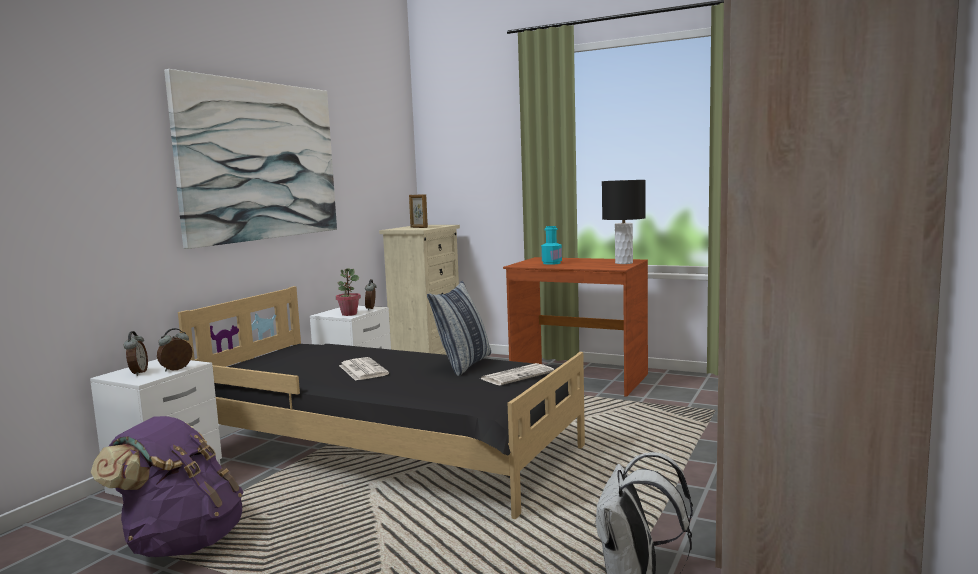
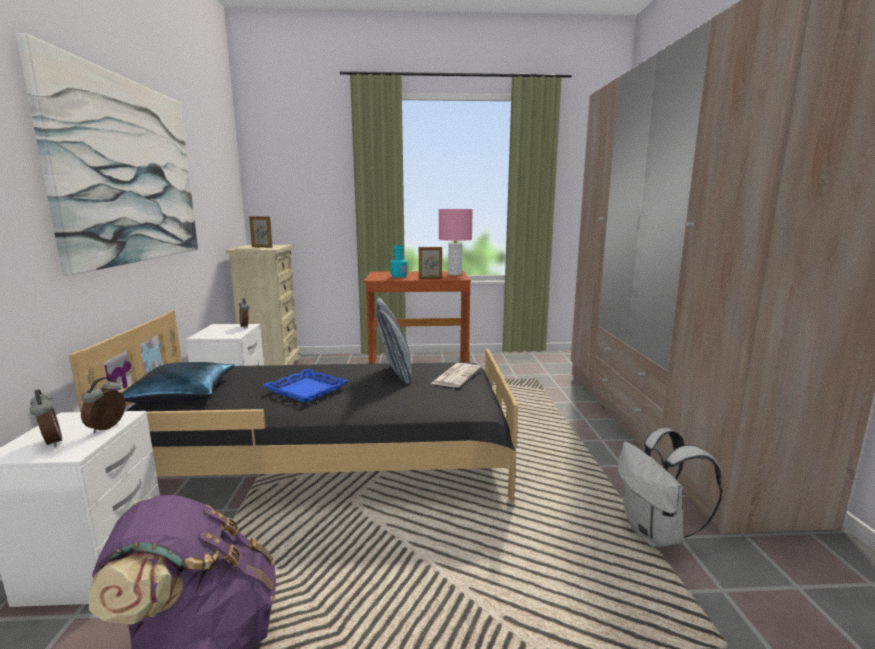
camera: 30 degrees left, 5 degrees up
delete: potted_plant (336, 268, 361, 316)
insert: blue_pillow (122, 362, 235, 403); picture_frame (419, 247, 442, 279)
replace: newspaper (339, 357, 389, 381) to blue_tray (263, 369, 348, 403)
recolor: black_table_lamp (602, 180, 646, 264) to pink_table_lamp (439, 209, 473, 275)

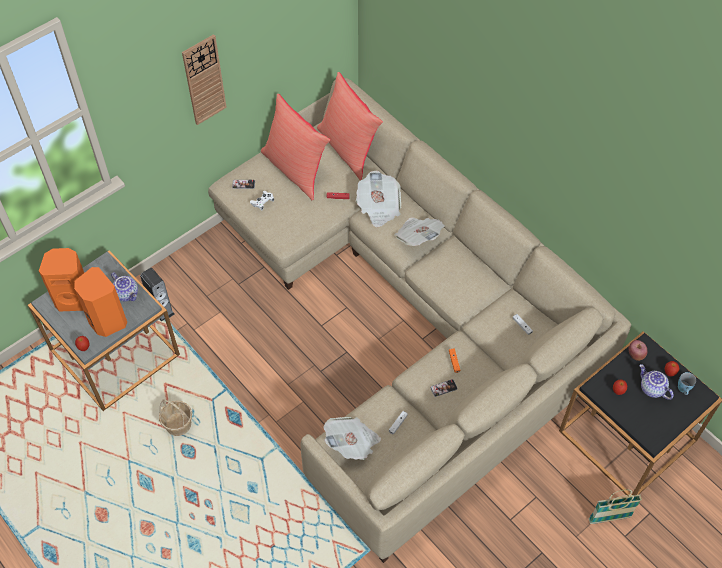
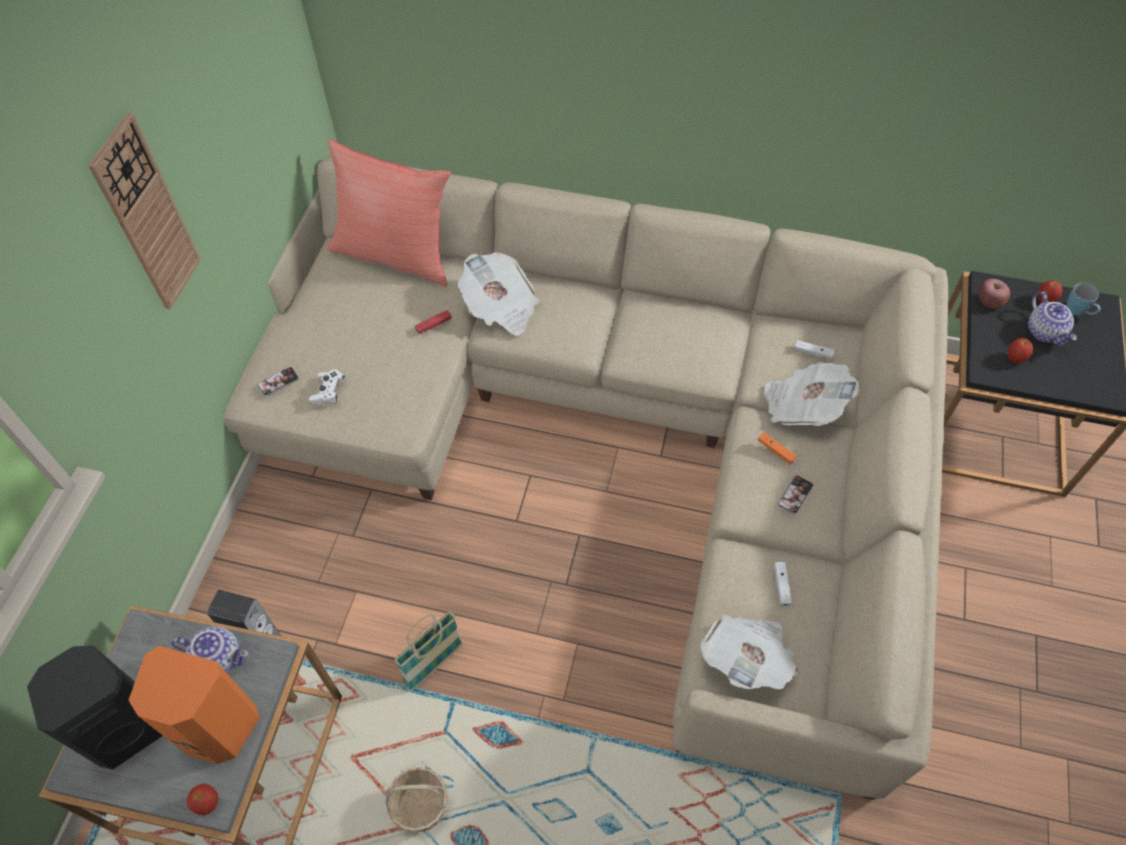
camera: 35 degrees left, 0 degrees up
delete: red_pillow (261, 93, 330, 200)
move: newspaper (394, 217, 445, 246) to (764, 362, 859, 426); basket (588, 490, 642, 524) to (394, 611, 463, 692)
recolor: orange_speaker (39, 248, 84, 312) to black_speaker (27, 645, 163, 769)
rotate: teapot (640, 364, 674, 400) = (1028, 291, 1077, 346) 120 degrees counterclockwise

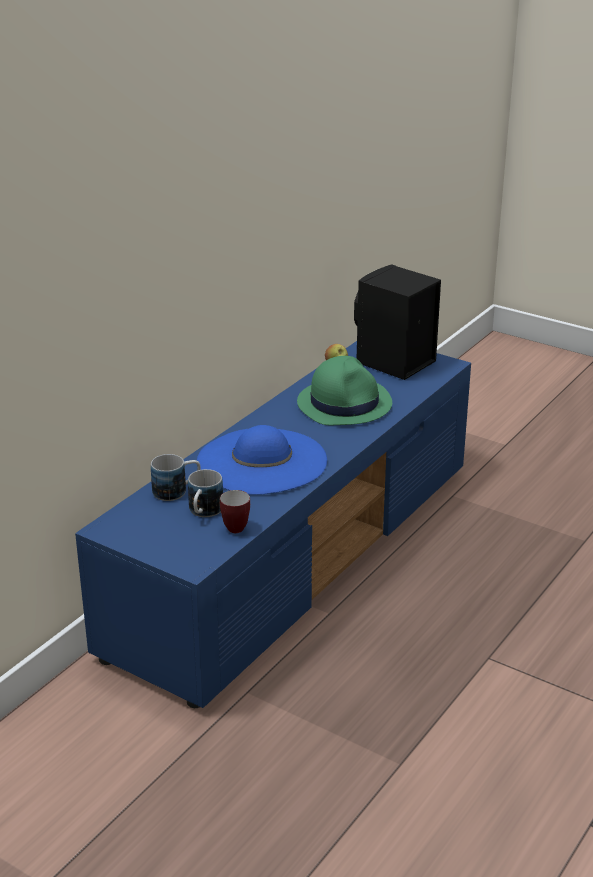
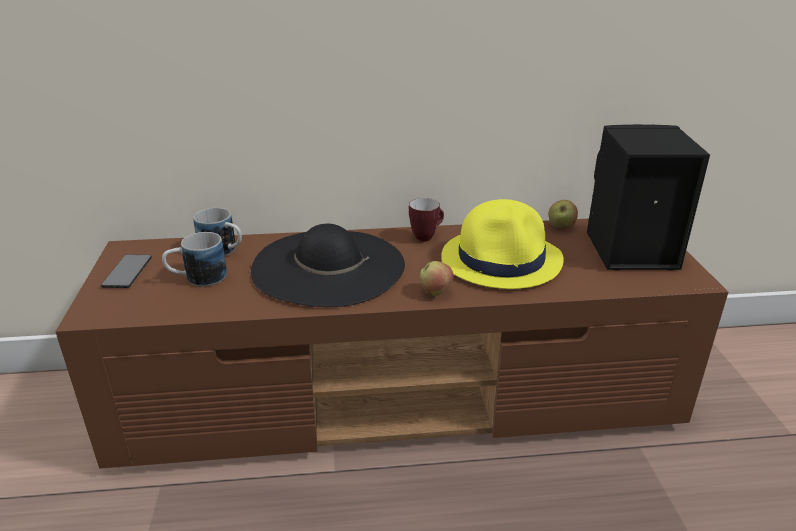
camera: 50 degrees right, 0 degrees up
insert: phone (101, 254, 152, 288); apple (420, 261, 454, 296)
move: mug (220, 490, 250, 533) to (409, 198, 444, 242)
recolor: blue_tv_stand (75, 341, 471, 708) to brown_tv_stand (55, 219, 728, 469); blue_hat (197, 425, 327, 495) to black_hat (251, 223, 405, 307); green_hat (297, 356, 392, 425) to yellow_hat (441, 199, 564, 289)

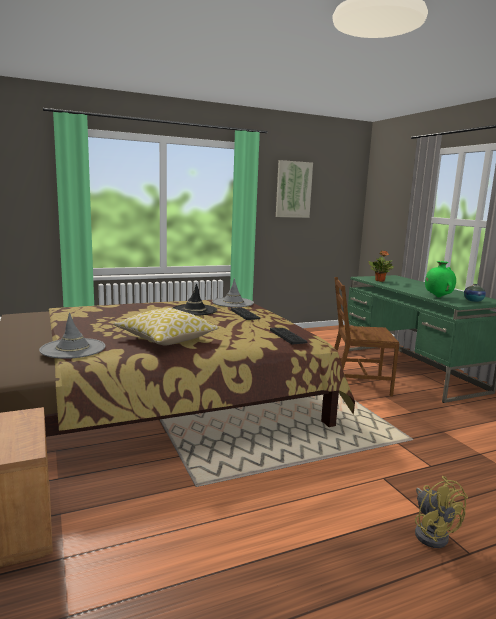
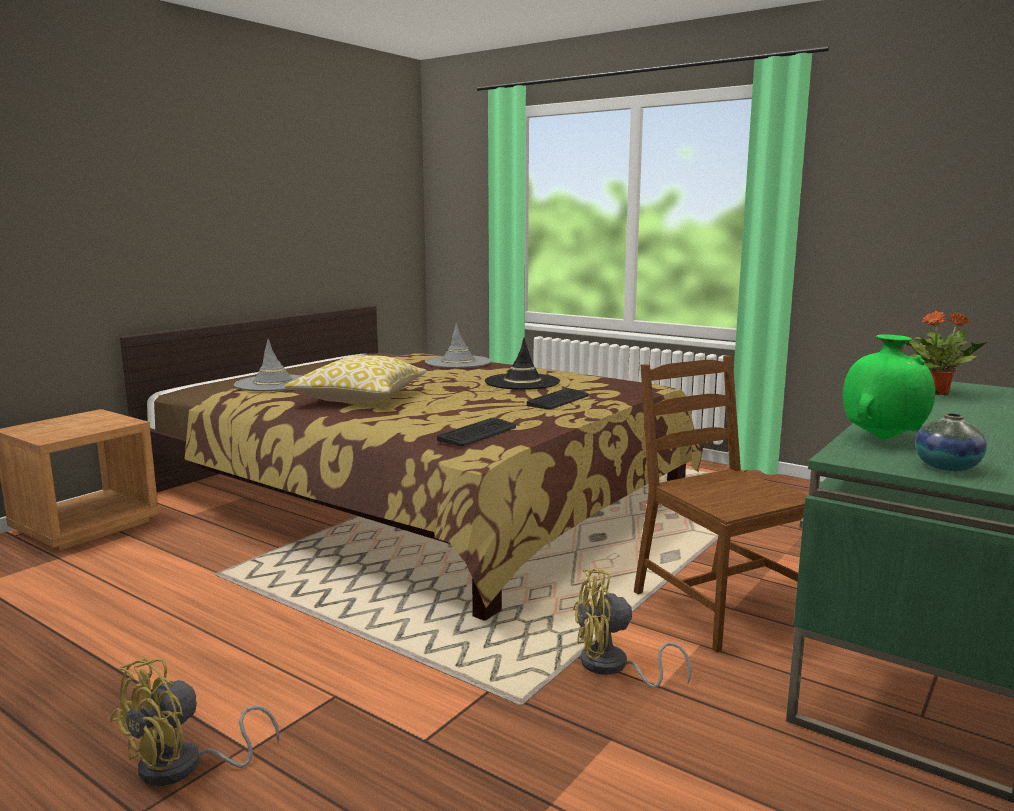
camera: 60 degrees right, 0 degrees up
delete: picture (276, 160, 313, 218)
insert: yellow_fan (573, 569, 692, 688)
move: grey_hat (212, 278, 254, 307) to (425, 323, 491, 368)

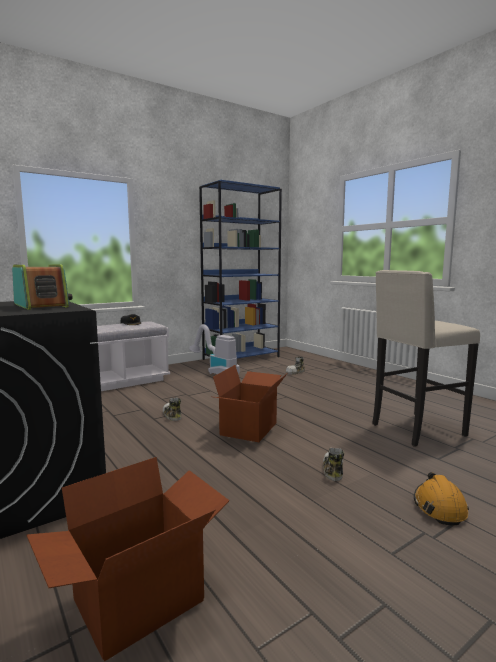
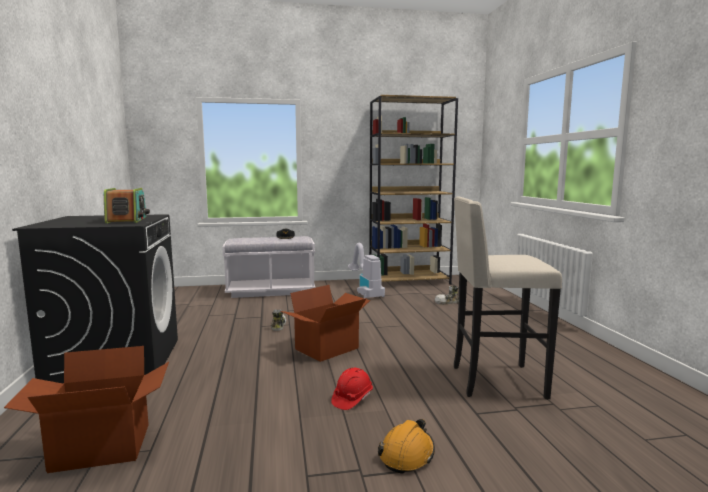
camera: 25 degrees right, 0 degrees up
replace: shoe (323, 448, 344, 481) to red_hard_hat (331, 368, 373, 410)
recolor: blue_bookcase (199, 180, 282, 360) to brown_bookcase (369, 95, 458, 285)

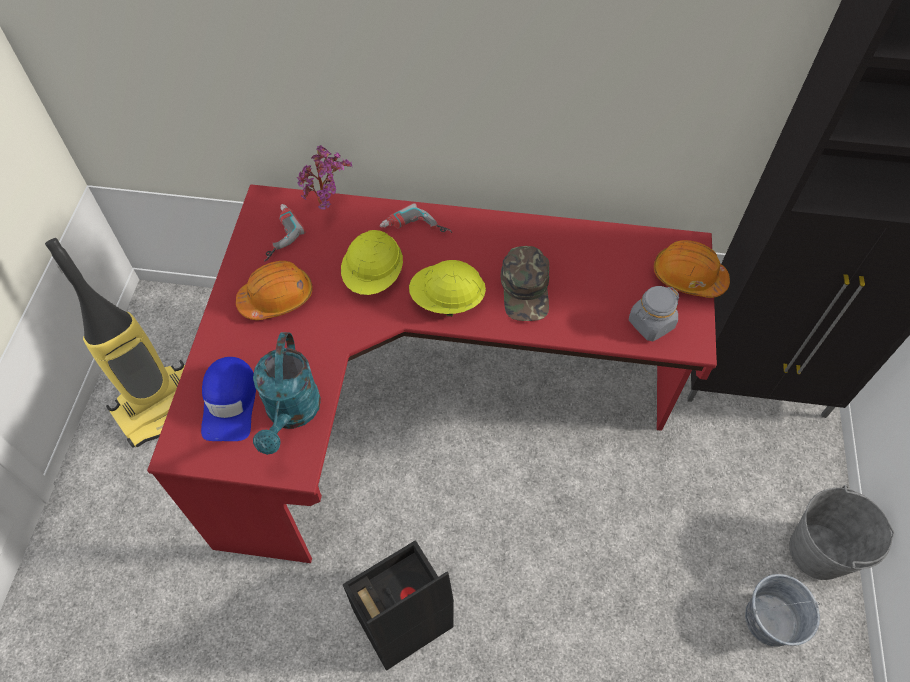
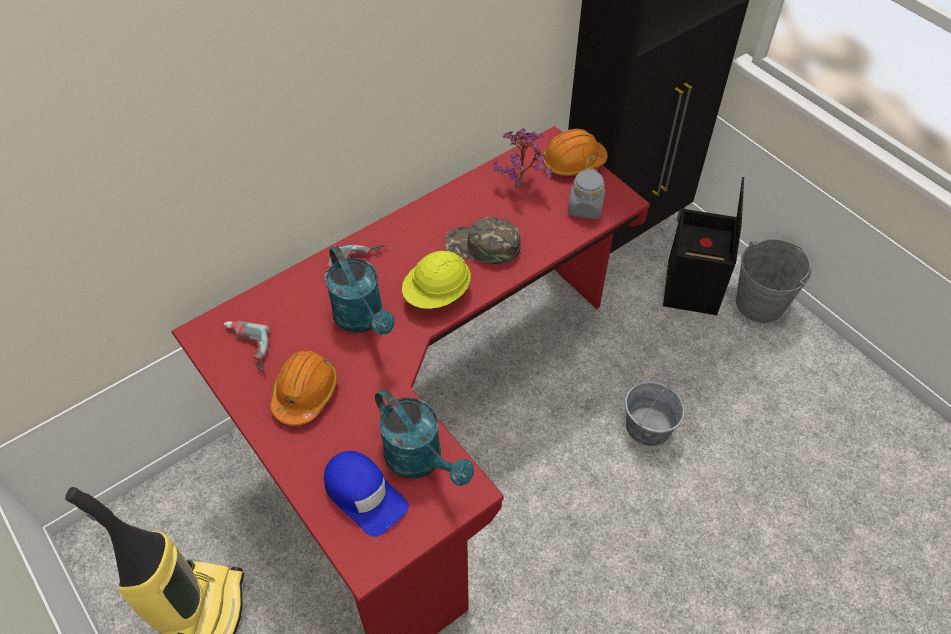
camera: 45 degrees left, 5 degrees down
move: potted_plant (297, 145, 352, 209) to (493, 129, 552, 188); black_storage_box (343, 540, 454, 671) to (663, 177, 744, 315); grey_bucket (745, 574, 820, 647) to (625, 382, 685, 446)
replace: yellow_hard_hat (341, 230, 403, 295) to turquoise_watering_can (326, 246, 395, 335)
rotate: green_cap (501, 246, 549, 321) = (445, 217, 521, 264) 150 degrees clockwise

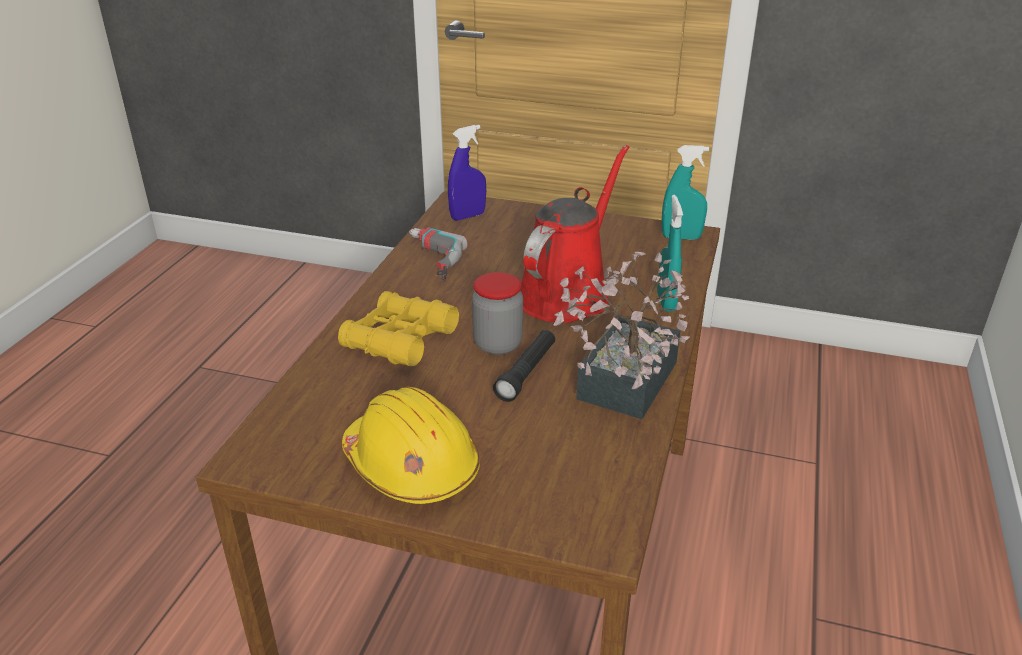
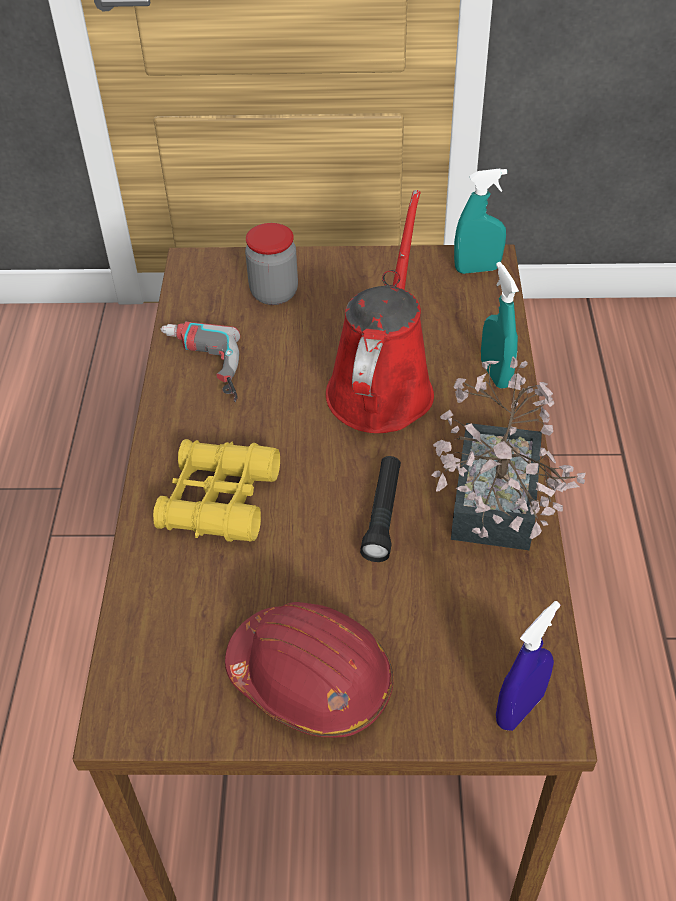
camera: 15 degrees left, 15 degrees up
move: blue_spray_bottle (448, 125, 486, 220) to (496, 601, 560, 731); jar (472, 272, 523, 355) to (245, 223, 298, 305)
recolor: yellow_hard_hat (342, 387, 480, 504) to red_hard_hat (225, 602, 394, 738)

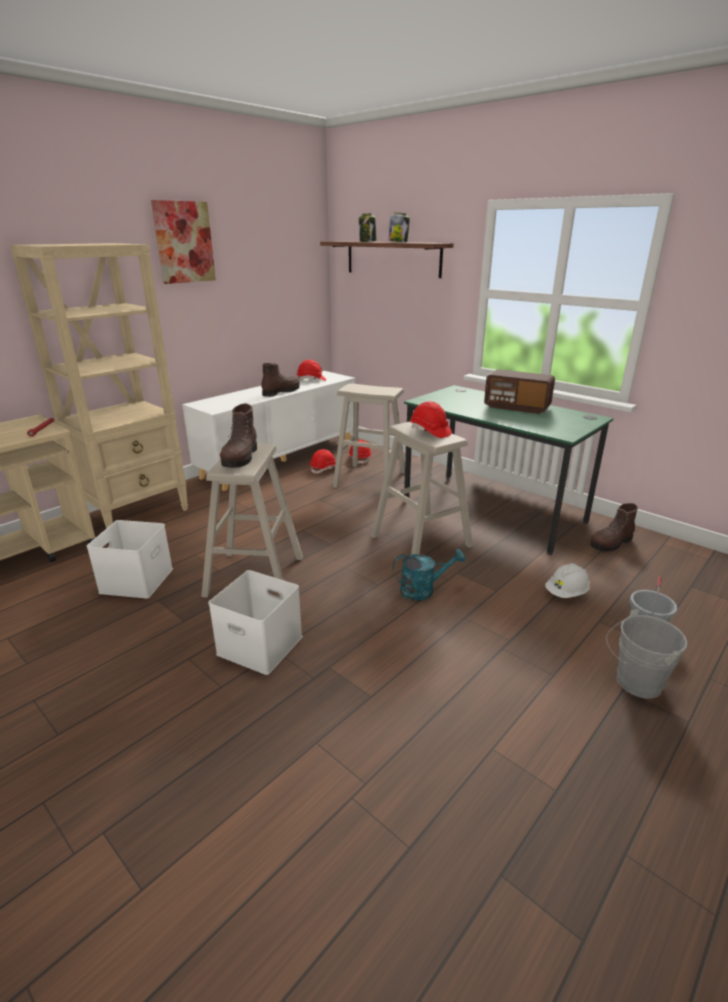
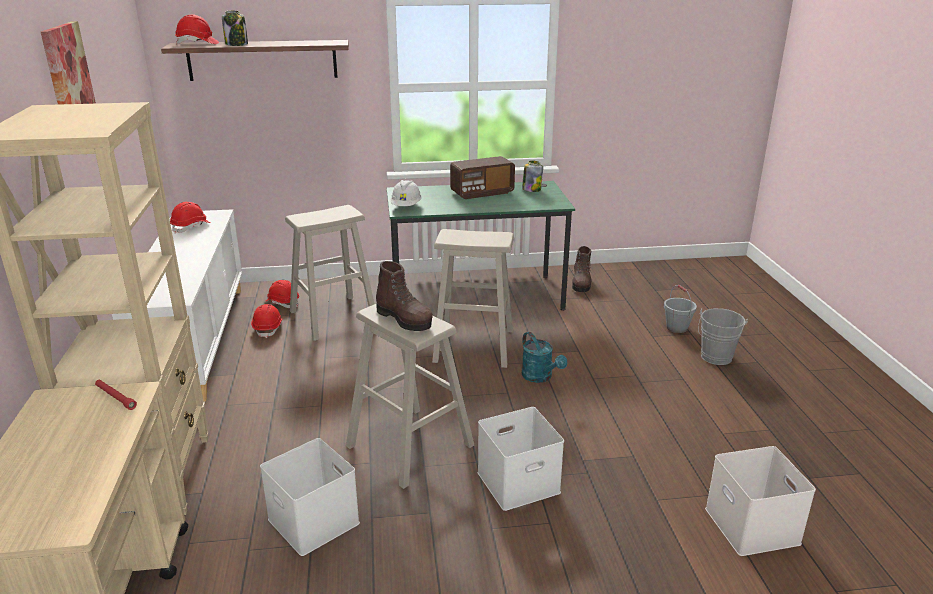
camera: 50 degrees left, 0 degrees up
delete: brown_boot (261, 363, 300, 397)
insert: white_storage_box (705, 446, 816, 556)
move: jar (388, 212, 410, 242) to (522, 161, 543, 192); red_hard_hat (410, 401, 452, 438) to (175, 15, 219, 44); white_hard_hat (545, 563, 590, 598) to (391, 180, 422, 206)
rotate: turquoise_watering_can (392, 549, 465, 601) = (522, 332, 567, 383) 120 degrees clockwise

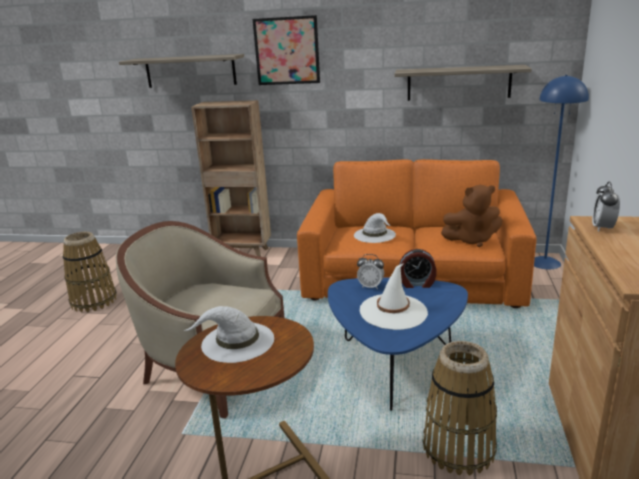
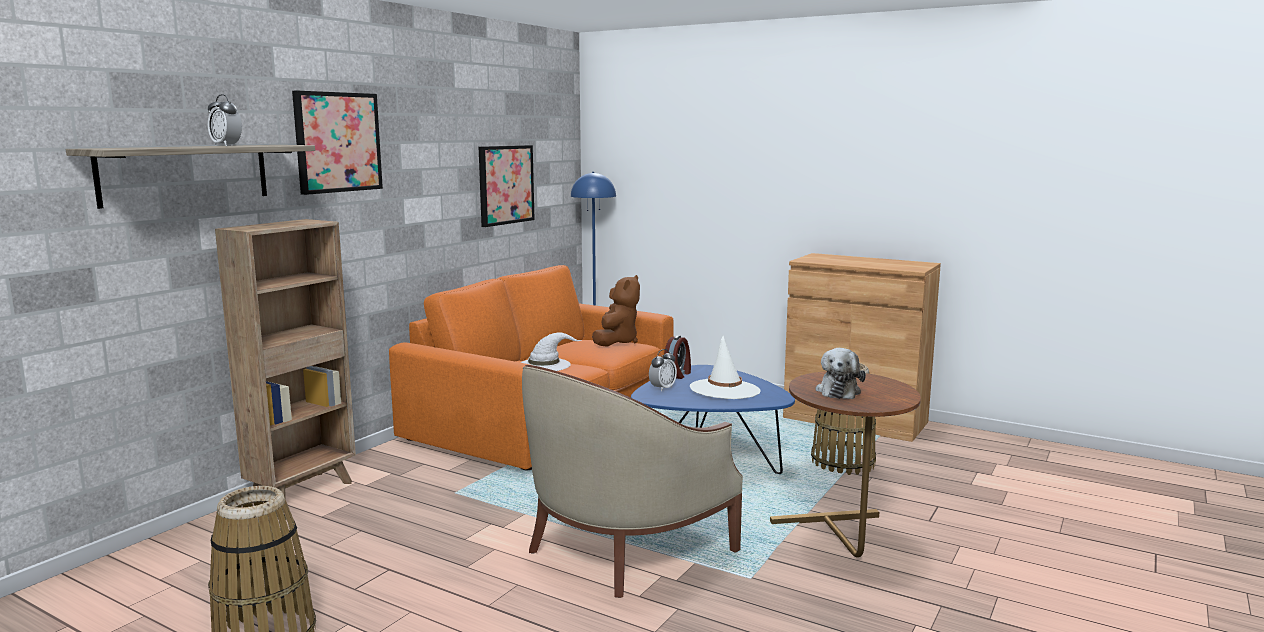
camera: 70 degrees left, 10 degrees down
move: alarm_clock (592, 181, 620, 232) to (208, 94, 242, 146)
replace: white_hat (183, 306, 274, 363) to plush_toy (816, 348, 866, 399); shelf (395, 65, 532, 101) to picture (479, 145, 535, 227)

